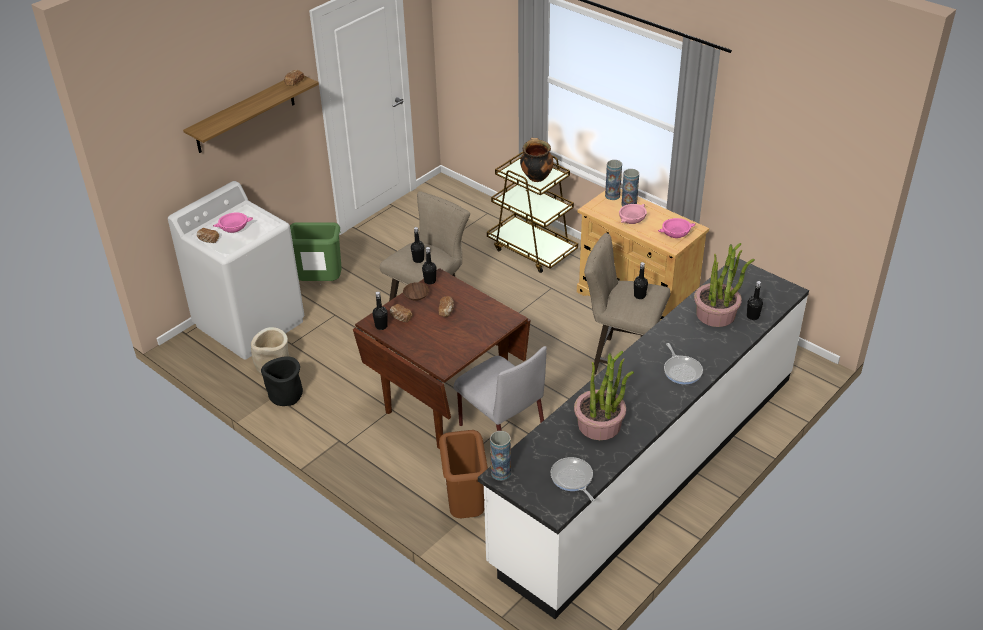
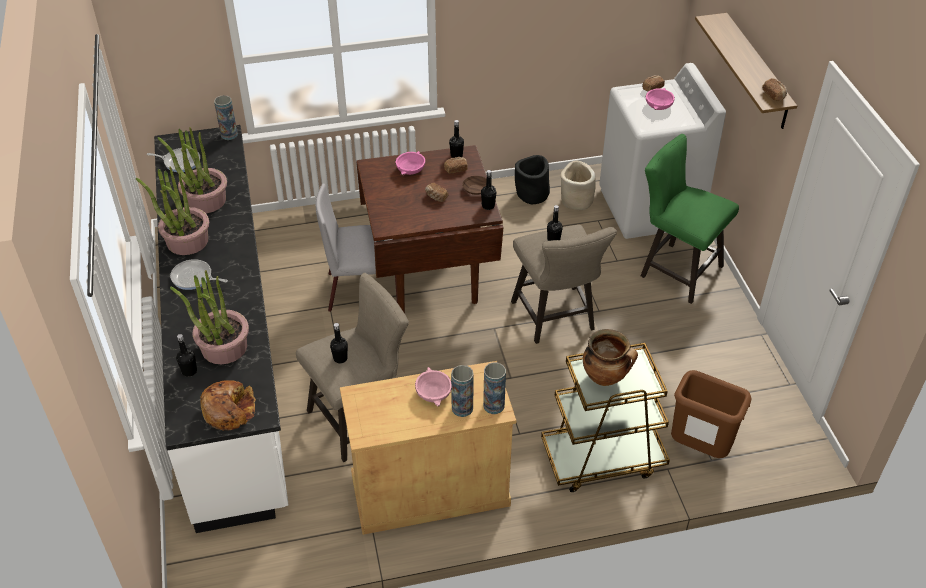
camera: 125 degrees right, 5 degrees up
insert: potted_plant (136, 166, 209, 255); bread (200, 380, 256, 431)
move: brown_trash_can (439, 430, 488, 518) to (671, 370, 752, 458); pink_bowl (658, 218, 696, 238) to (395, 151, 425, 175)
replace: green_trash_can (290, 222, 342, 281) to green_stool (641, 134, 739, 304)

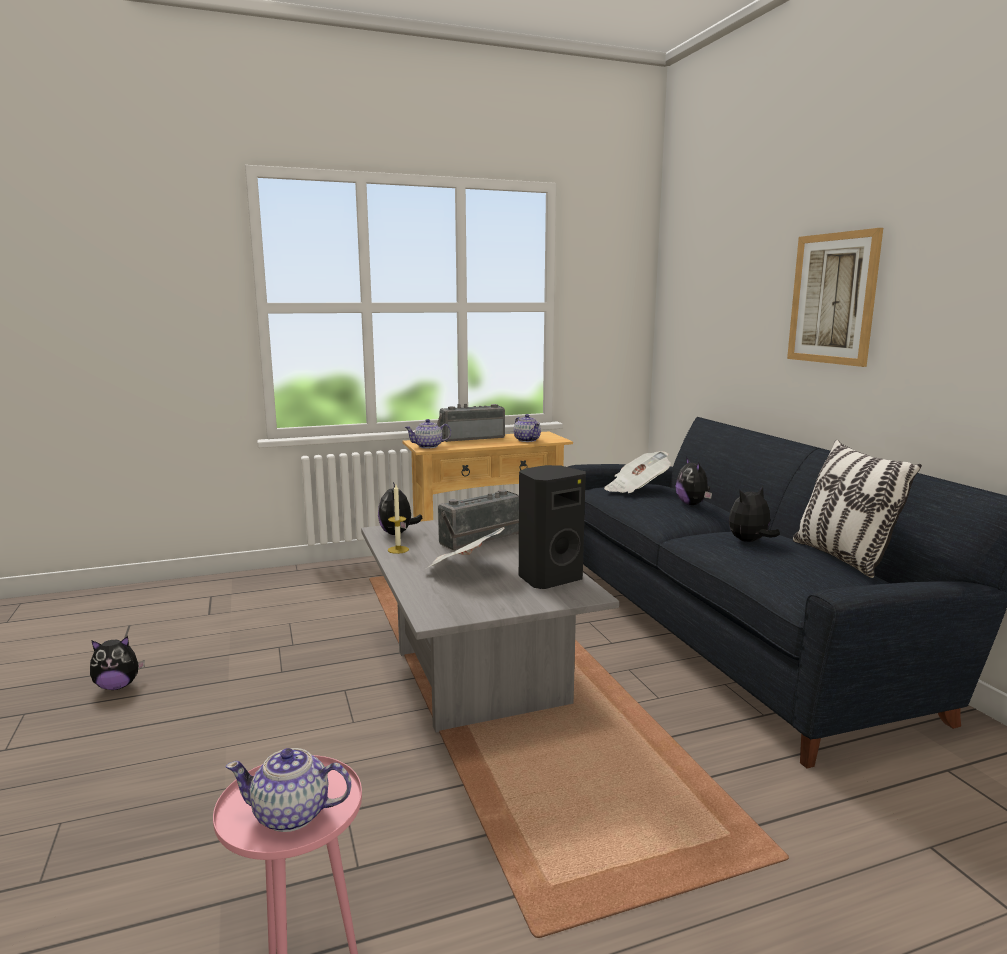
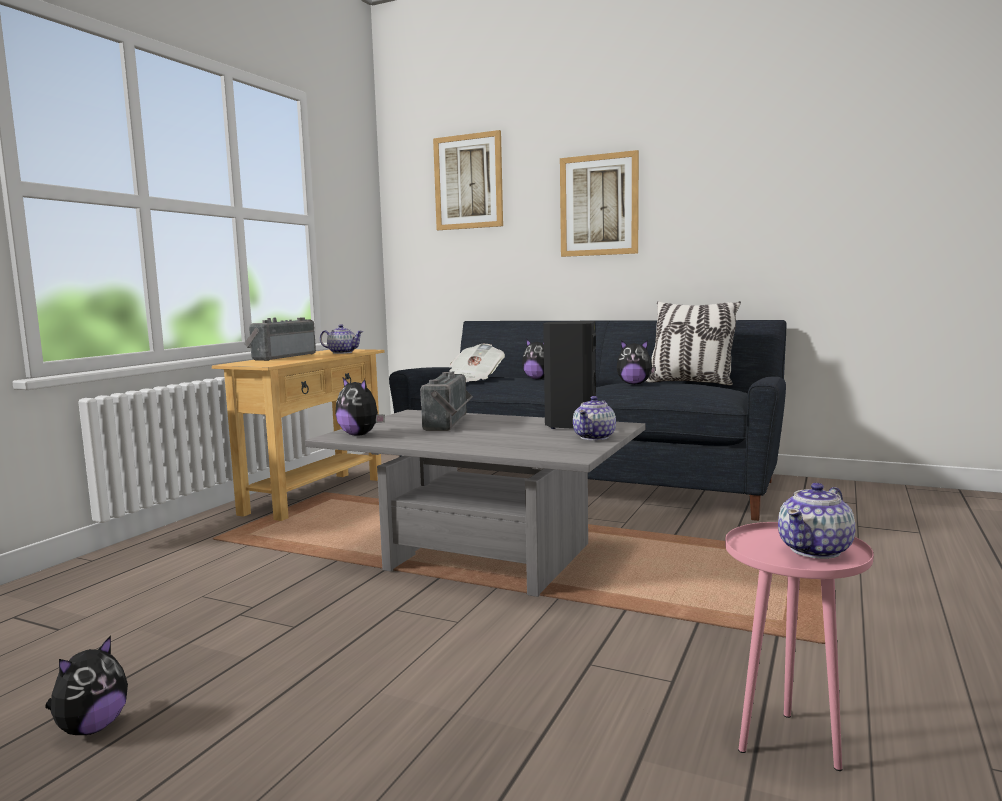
camera: 45 degrees left, 5 degrees down
delete: candle (388, 484, 409, 554); newspaper (427, 527, 505, 568)
insert: picture (433, 130, 503, 230)
move: teapot (404, 419, 451, 449) to (573, 396, 616, 440)
rotate: plush_toy (729, 486, 780, 542) = (616, 340, 656, 385) 90 degrees counterclockwise

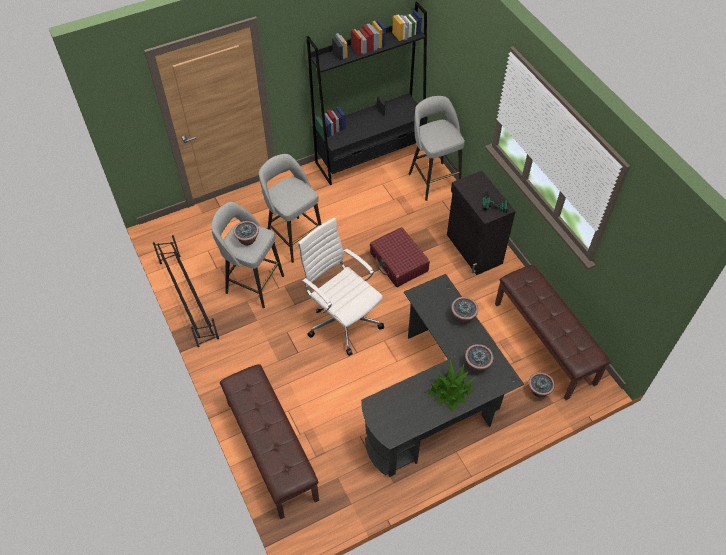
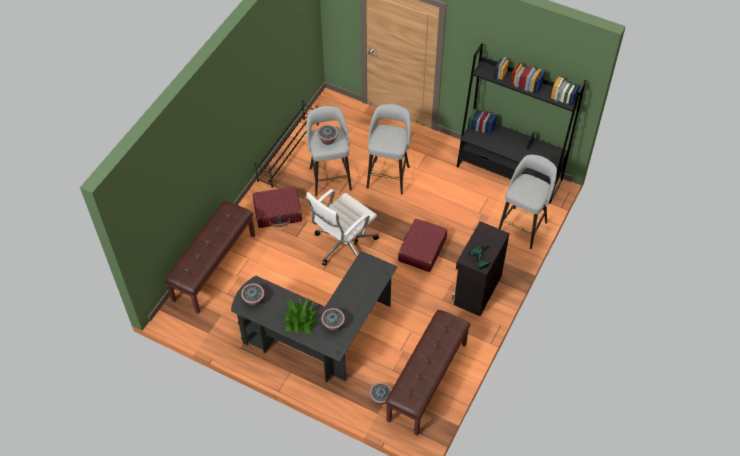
camera: 55 degrees right, 0 degrees up
insert: red_suitcase (252, 186, 302, 228)
move: potted_plant (451, 297, 479, 323) to (241, 283, 264, 306)
rotate: white_office_chair (298, 218, 384, 356) = (306, 189, 379, 266) 150 degrees counterclockwise

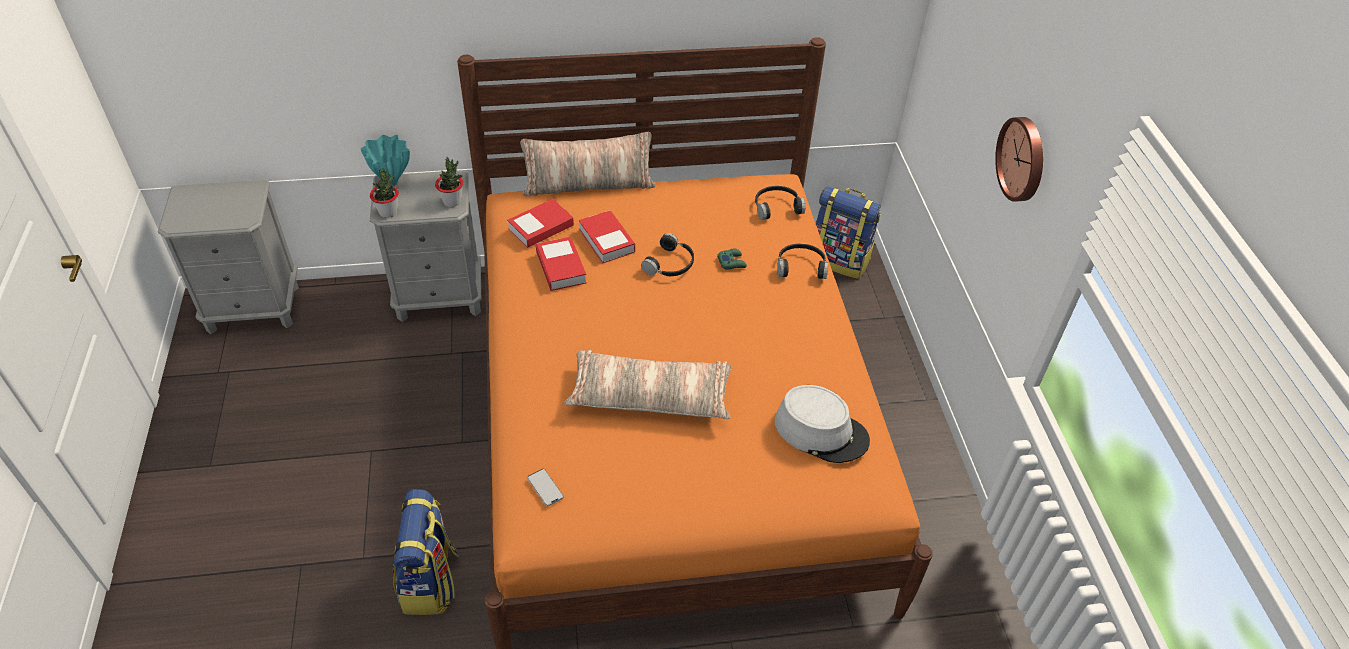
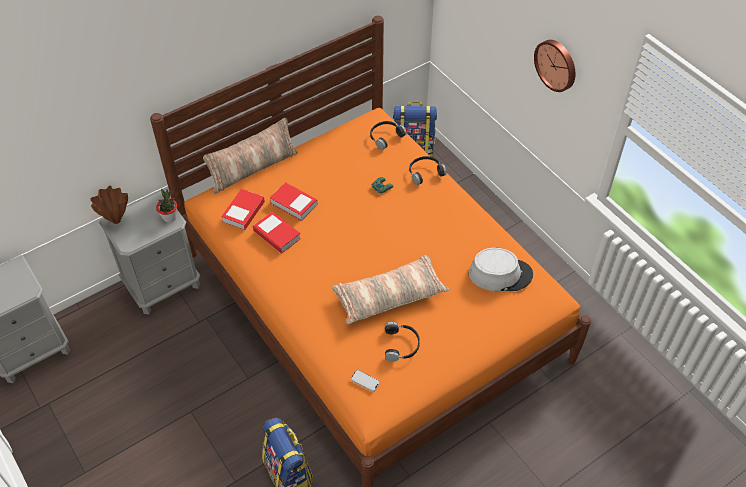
camera: 25 degrees left, 5 degrees up
delete: potted_plant (370, 167, 399, 218)
move: black_headphones (641, 233, 694, 276) to (385, 322, 420, 362)
recolor: turquoise_vase (360, 135, 410, 186) to brown_vase (90, 186, 128, 224)

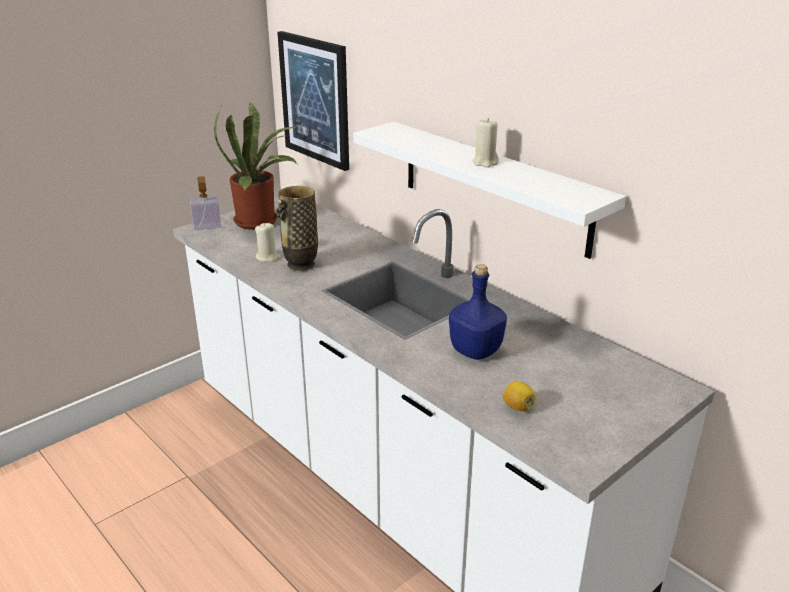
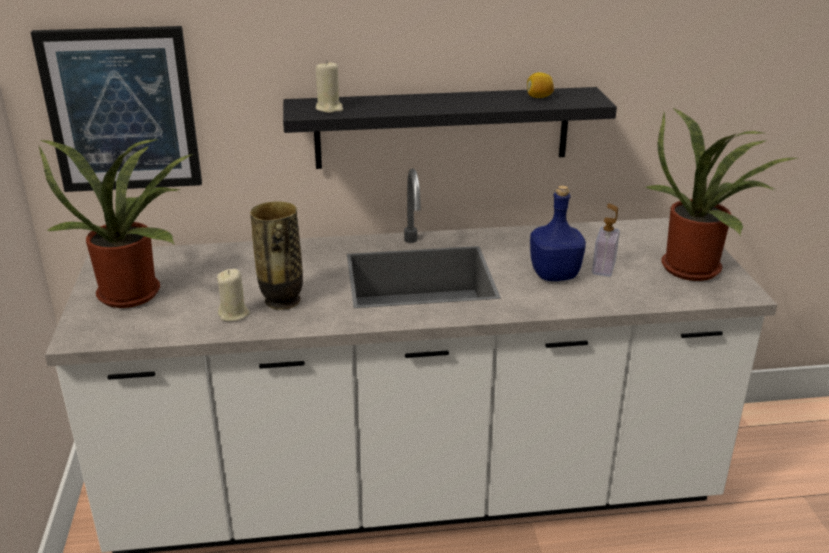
camera: 55 degrees left, 0 degrees up
insert: potted_plant (646, 108, 800, 281)
move: soap_dispenser (190, 176, 221, 230) to (592, 203, 620, 277); beige_candle (472, 118, 499, 168) to (316, 60, 343, 113); lemon (503, 381, 536, 411) to (527, 72, 554, 98)
recolor: white_shelf (353, 122, 626, 259) to black_shelf (283, 87, 617, 169)

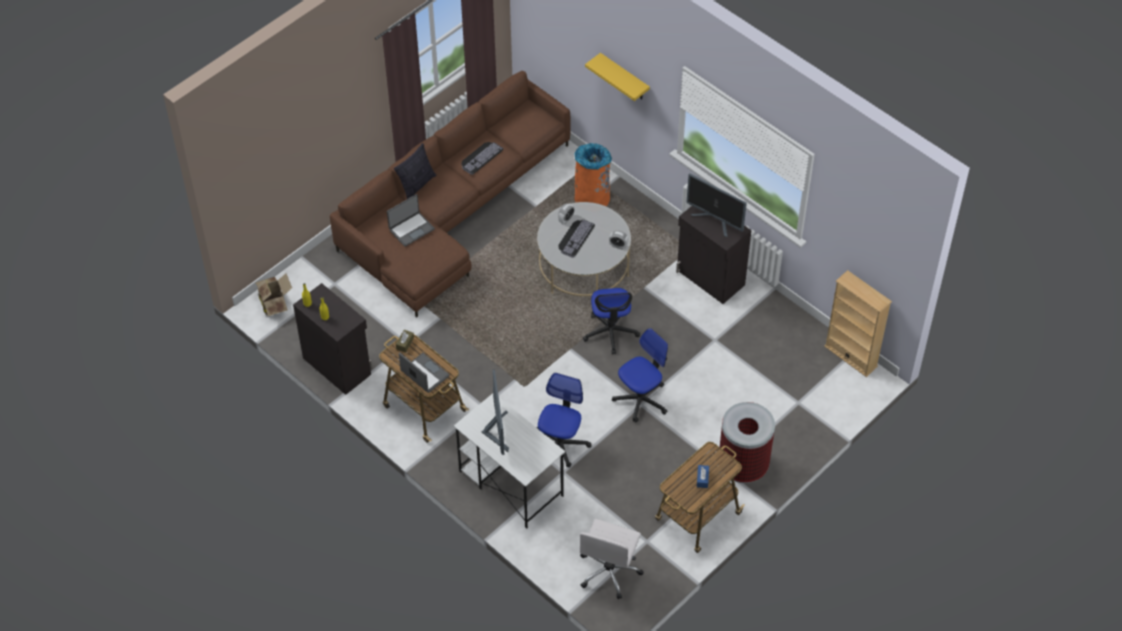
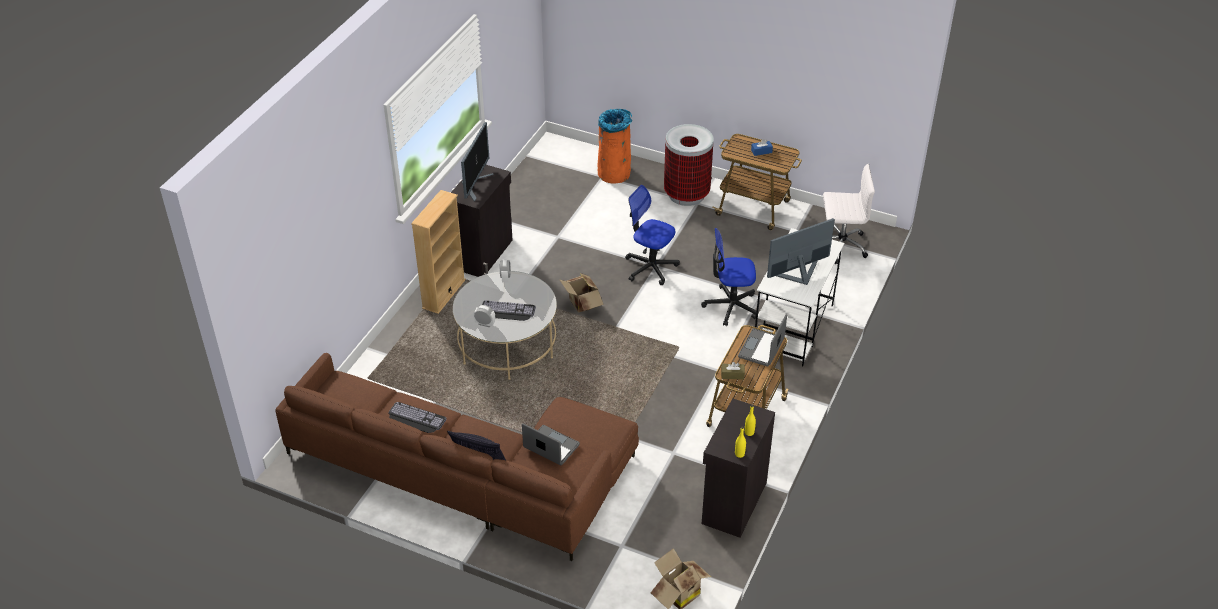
camera: 110 degrees left, 10 degrees down
delete: yellow_shelf (585, 53, 650, 101)
move: orange_trash_can (574, 143, 612, 206) to (598, 109, 632, 184); beige_bookcase (824, 270, 892, 377) to (411, 190, 466, 314)
replace: office_chair (583, 288, 640, 354) to cardboard_box (559, 273, 604, 313)

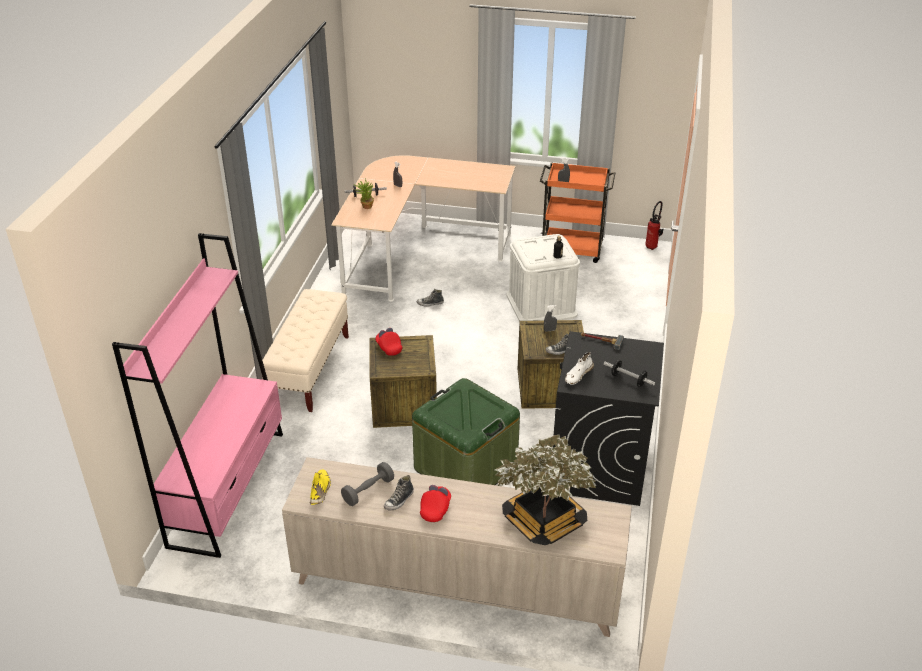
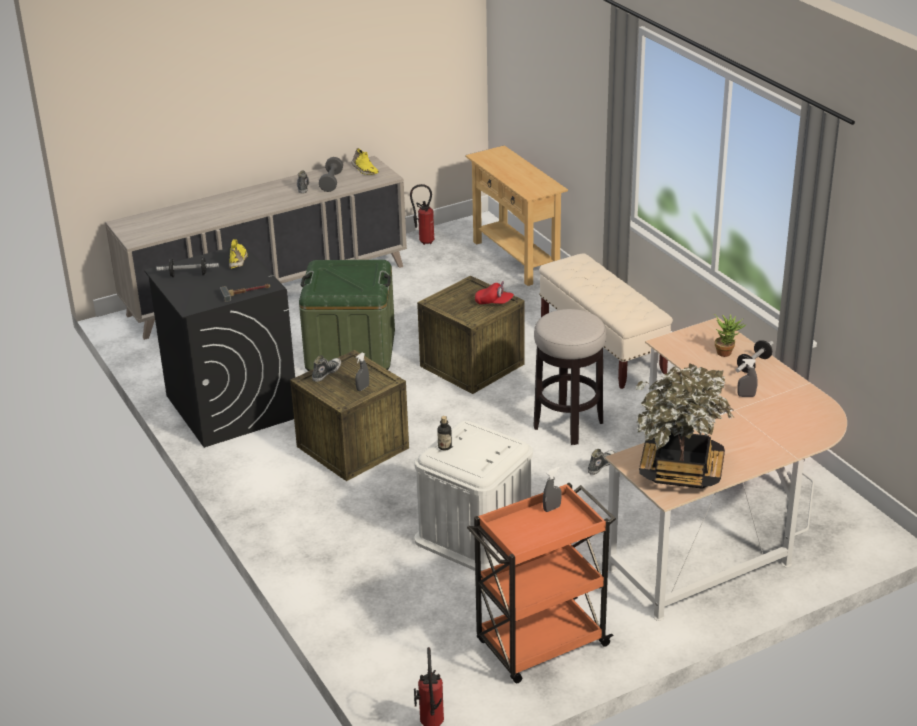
camera: 140 degrees right, 5 degrees down
delete: red_cap (420, 485, 451, 522)
insert: fire_extinguisher (410, 184, 434, 245); stool (533, 309, 606, 445)
move: potted_plant (495, 435, 597, 545) to (635, 363, 734, 489)
replace: pink_bookcase (112, 233, 283, 558) to beige_console_table (466, 145, 568, 286)
recolor: white_shoe (565, 352, 594, 385) to yellow_shoe (229, 239, 248, 269)

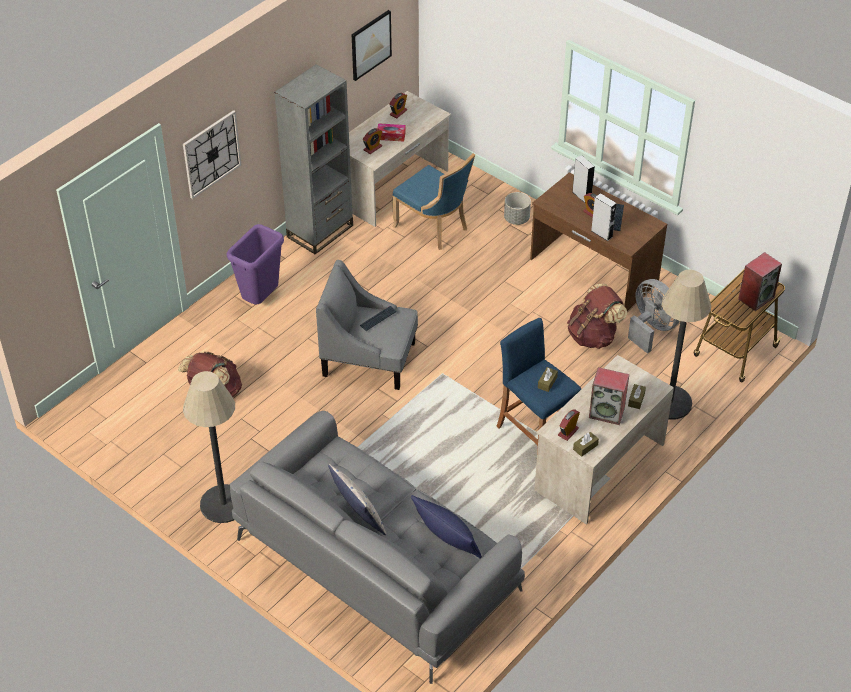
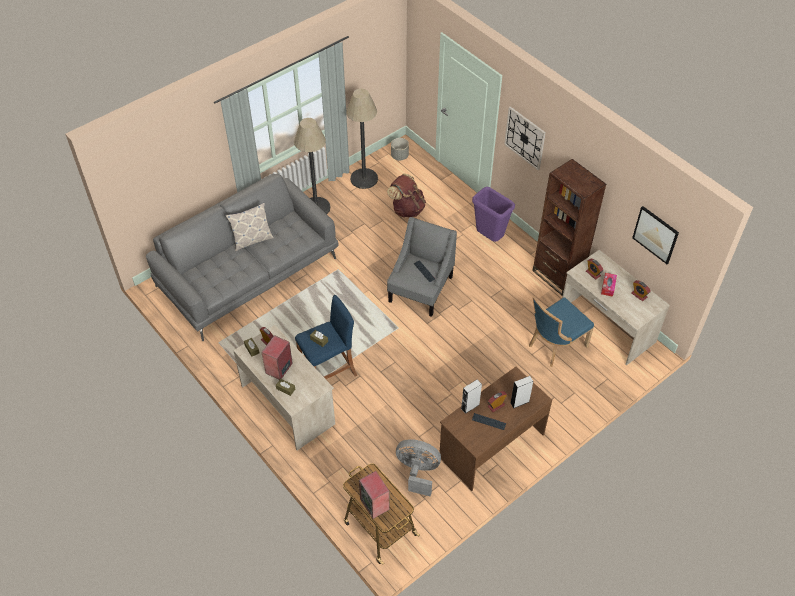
camera: 100 degrees right, 5 degrees up
delete: blue_pillow (411, 495, 482, 559); brown_backpack (567, 284, 627, 349)
move: grey_planter (504, 192, 531, 225) to (391, 138, 409, 160); floor_lamp (662, 270, 711, 420) to (346, 89, 378, 189)
recolor: grey_bookcase (274, 64, 353, 254) to brown_bookcase (532, 159, 606, 296)
rotate: grey_fan (628, 279, 679, 354) = (396, 439, 441, 497) 135 degrees counterclockwise

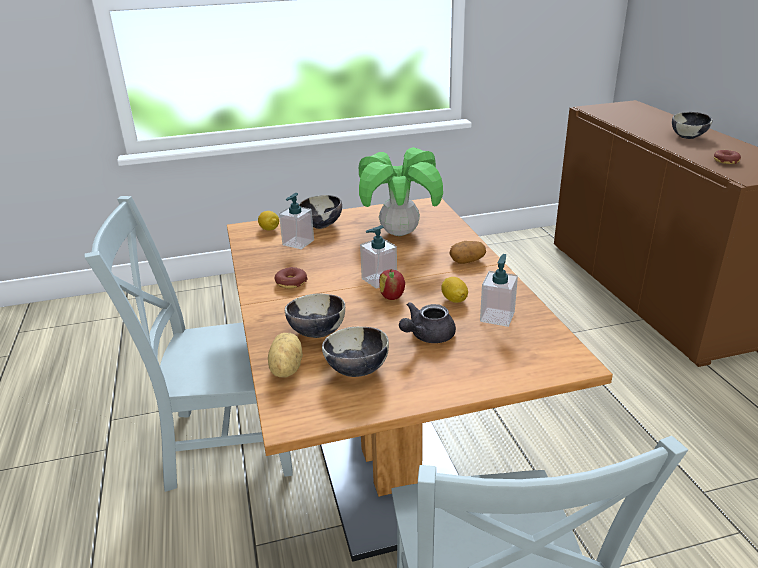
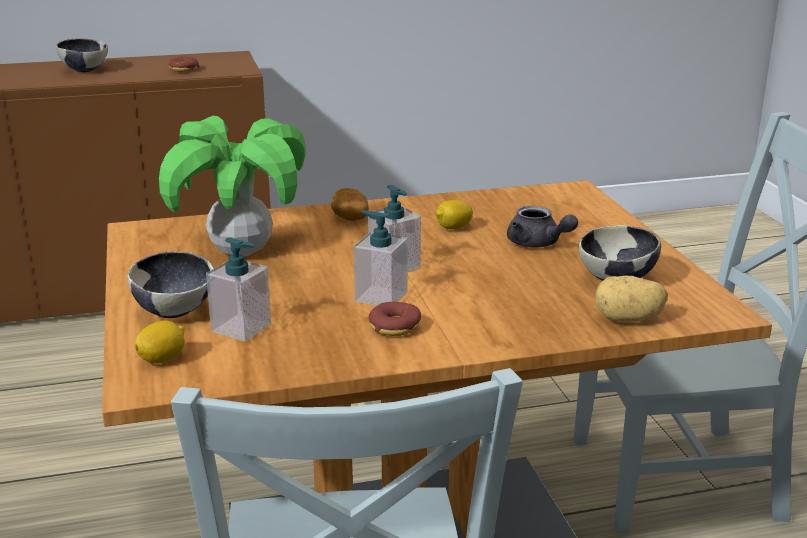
camera: 90 degrees left, 5 degrees down
delete: bowl (285, 293, 345, 338); apple (379, 269, 405, 300)
move: soap_dispenser (480, 254, 518, 327) to (354, 210, 408, 306)

